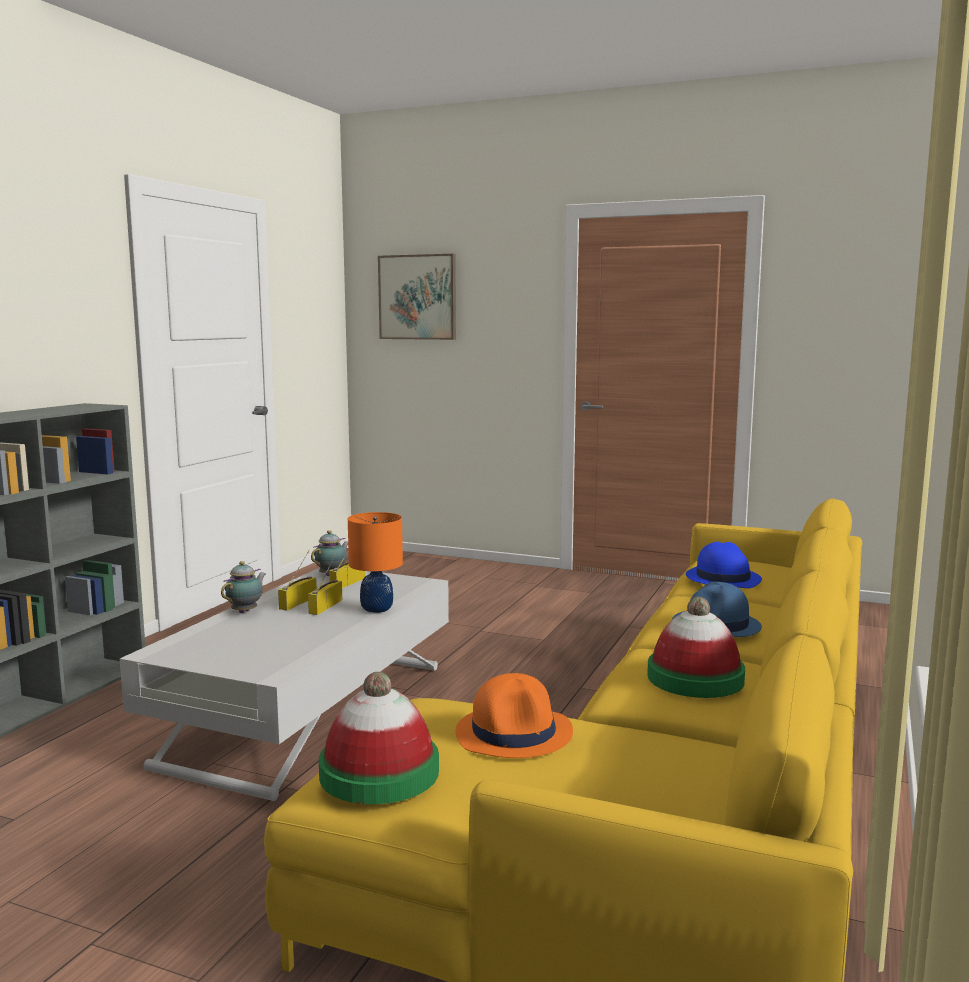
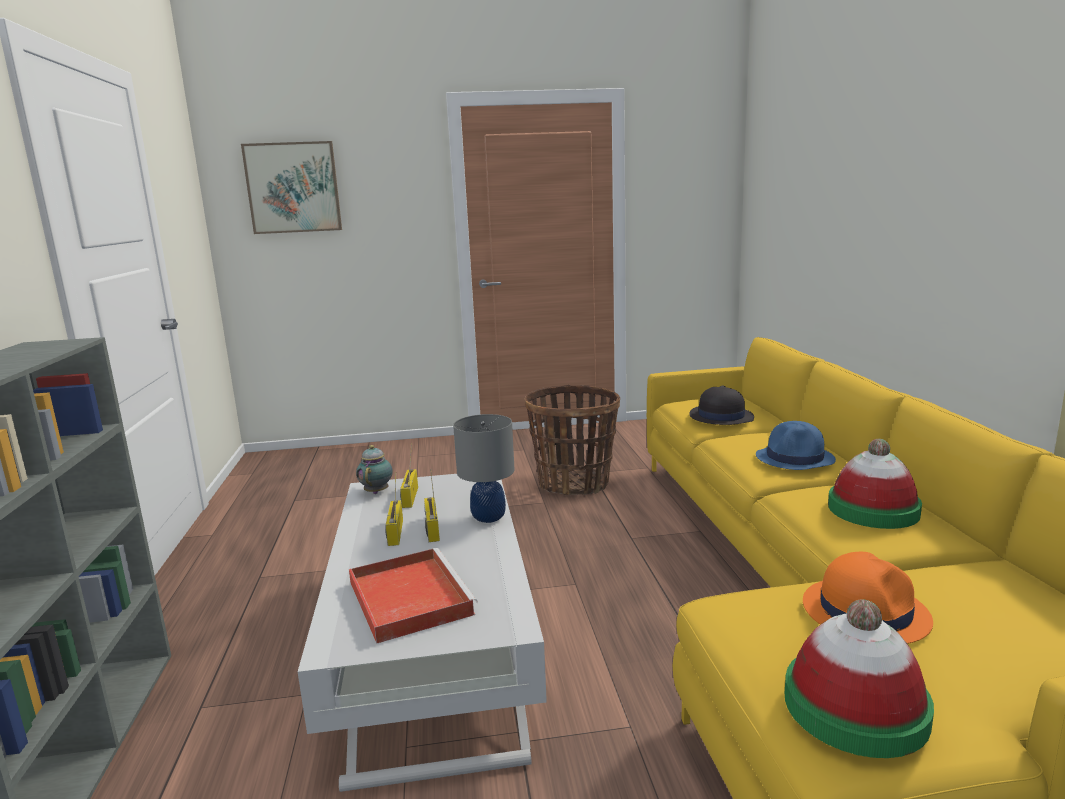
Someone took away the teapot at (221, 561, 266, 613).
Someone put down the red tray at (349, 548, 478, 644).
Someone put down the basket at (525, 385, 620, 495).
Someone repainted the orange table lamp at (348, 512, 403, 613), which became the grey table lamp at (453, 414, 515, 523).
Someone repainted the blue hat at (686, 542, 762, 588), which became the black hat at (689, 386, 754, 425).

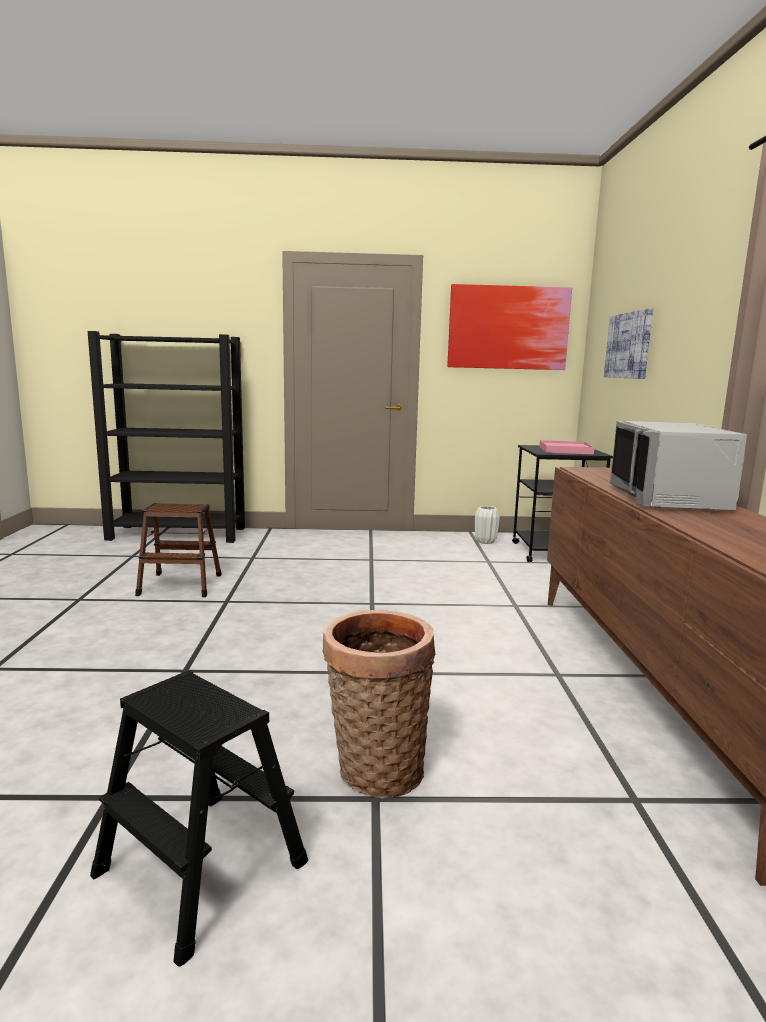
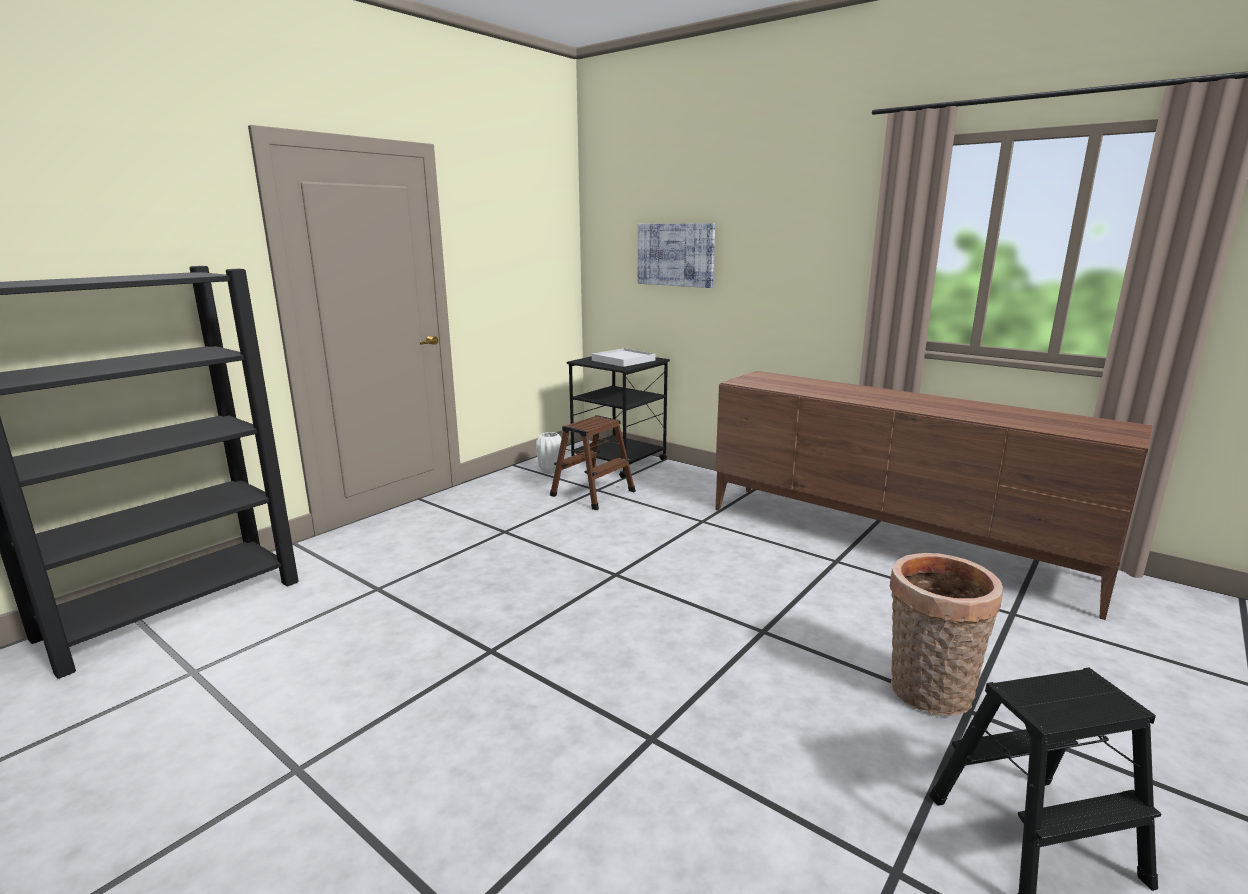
Someone took away the picture at (447, 284, 572, 370).
Someone took away the grey microwave at (610, 421, 747, 510).
Someone carried the brown step ladder from (135, 503, 222, 597) to (550, 415, 636, 510).
Someone repainted the pink tray at (539, 440, 595, 454), which became the white tray at (592, 348, 656, 367).

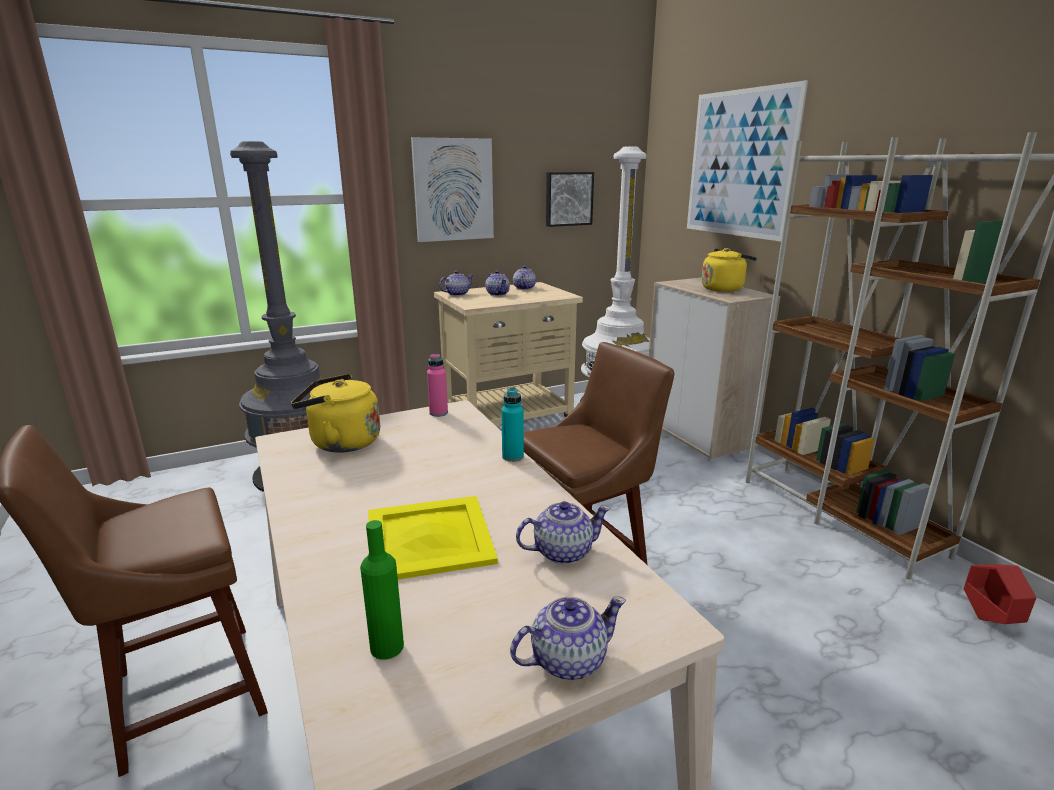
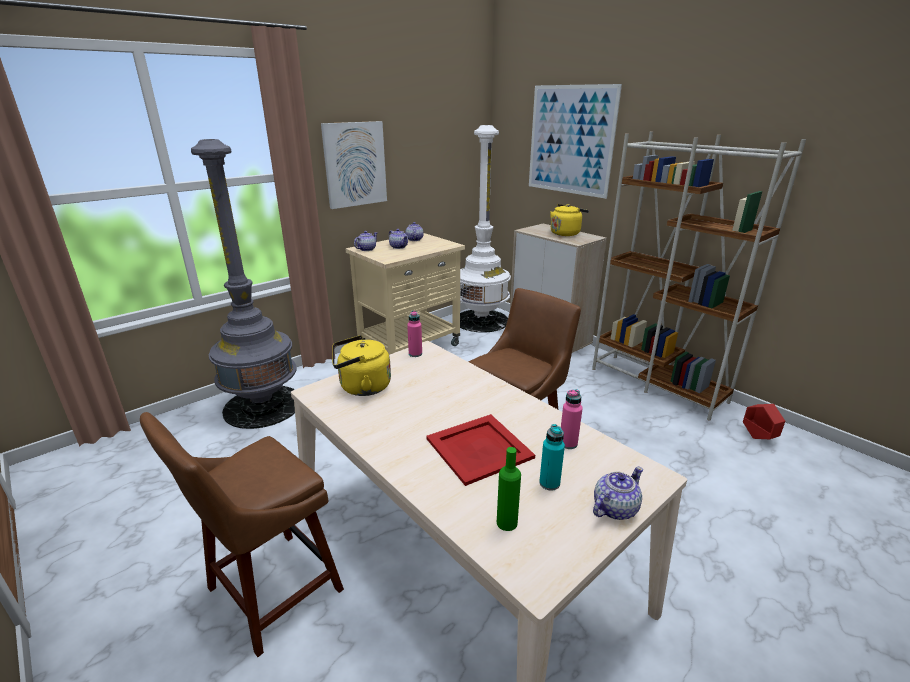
Someone took away the picture at (546, 172, 594, 227).
Someone carried the turquoise bottle from (501, 388, 524, 462) to (539, 424, 565, 491).
Someone swapped the teapot at (516, 501, 611, 564) for the pink bottle at (561, 389, 583, 449).
Someone repainted the yellow tray at (368, 496, 498, 579), which became the red tray at (426, 414, 535, 486).

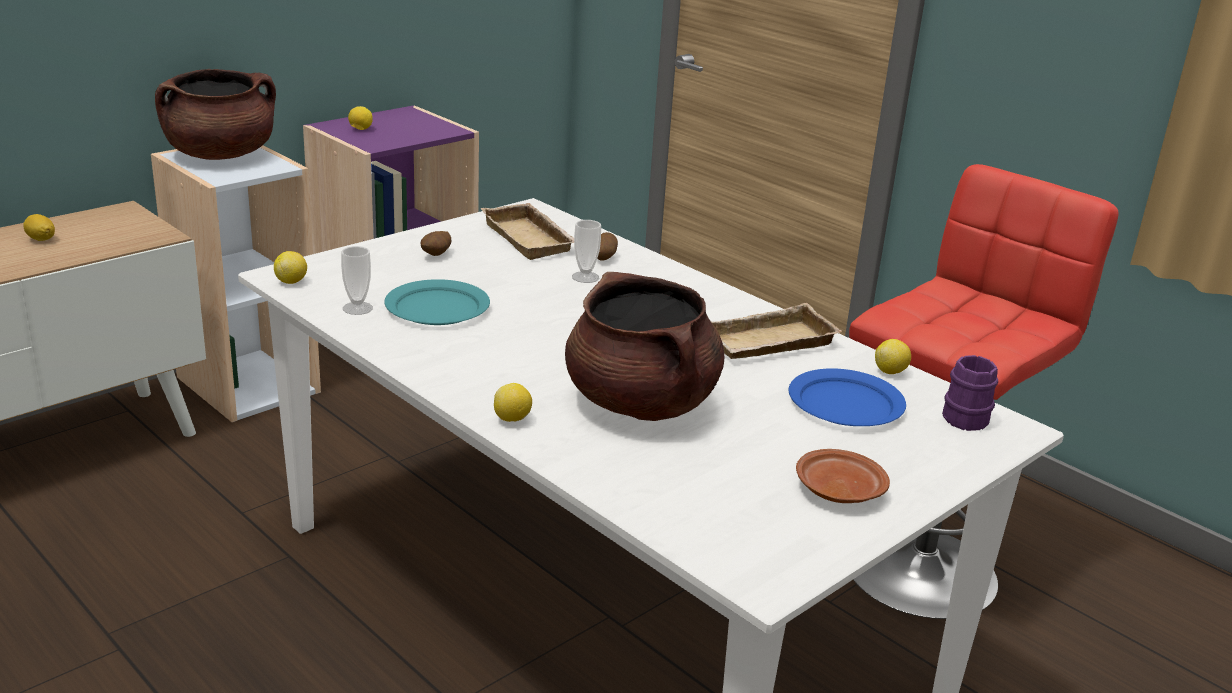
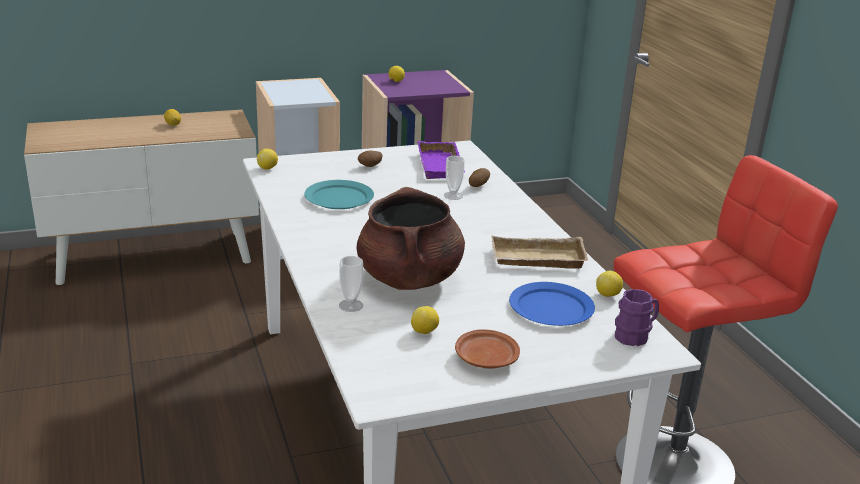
Someone took away the brown cooking pot at (155, 69, 276, 160).
Someone carried the cup from (341, 246, 373, 315) to (339, 256, 363, 312).
Someone carried the lemon from (494, 383, 532, 422) to (411, 306, 439, 334).
Someone repainted the beige tray at (480, 203, 574, 260), which became the purple tray at (418, 141, 465, 179).

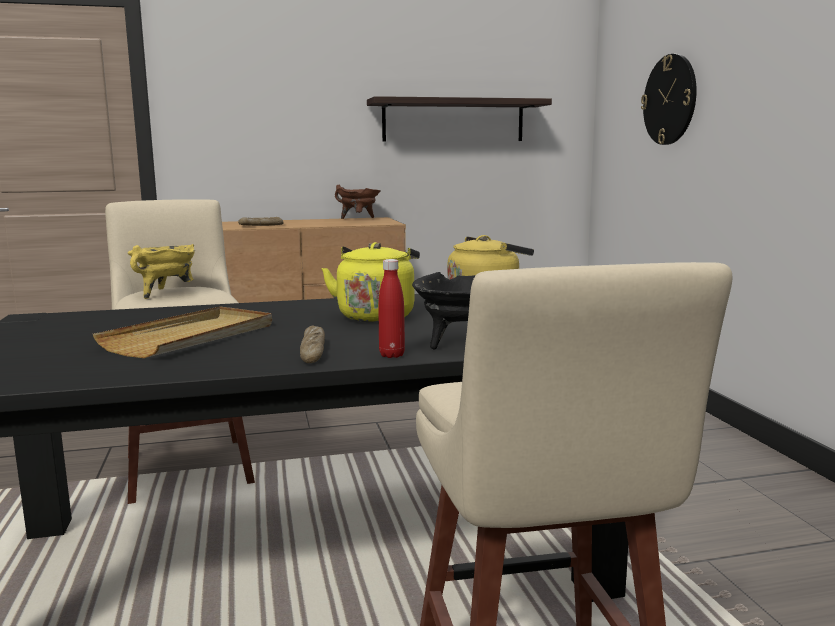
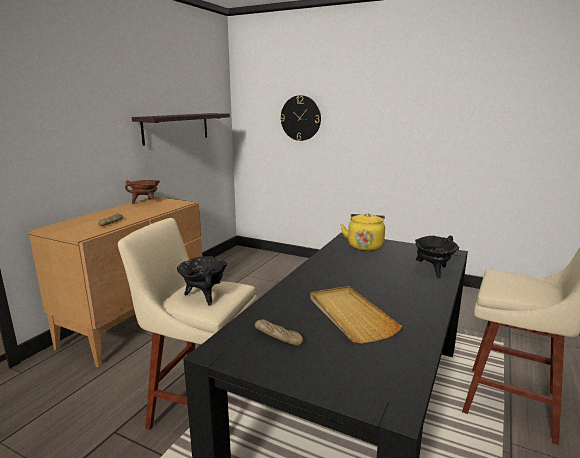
Someone took away the yellow kettle at (322, 242, 420, 322).
Someone took away the red bottle at (378, 259, 405, 358).
Someone carried the bread from (300, 325, 325, 363) to (255, 319, 303, 346).
Someone repainted the yellow cooking pot at (128, 244, 195, 299), which became the black cooking pot at (177, 256, 228, 306).

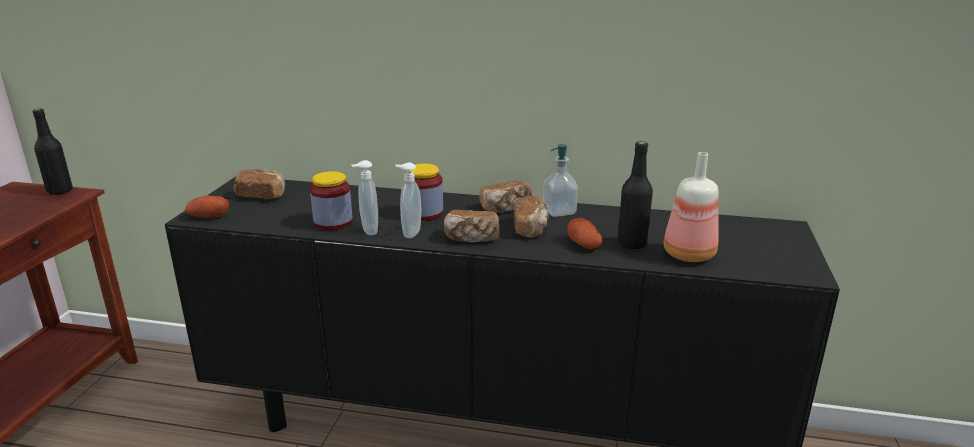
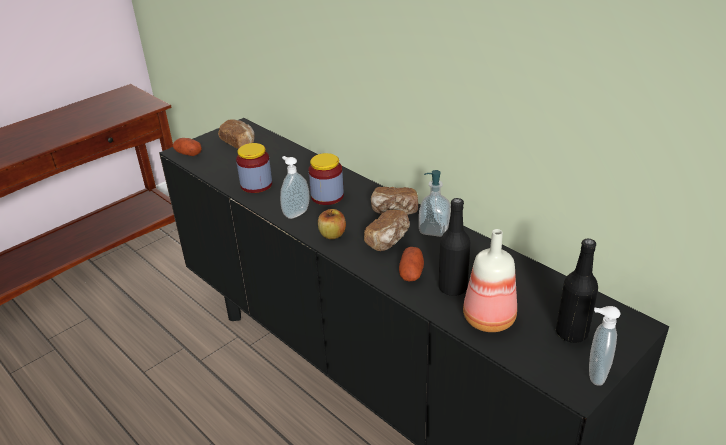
Someone carried the black bottle from (32, 108, 73, 195) to (556, 239, 598, 343).
Someone carried the soap dispenser from (352, 160, 378, 235) to (589, 306, 621, 386).
Someone swapped the bread at (444, 210, 499, 242) for the apple at (318, 209, 346, 239).

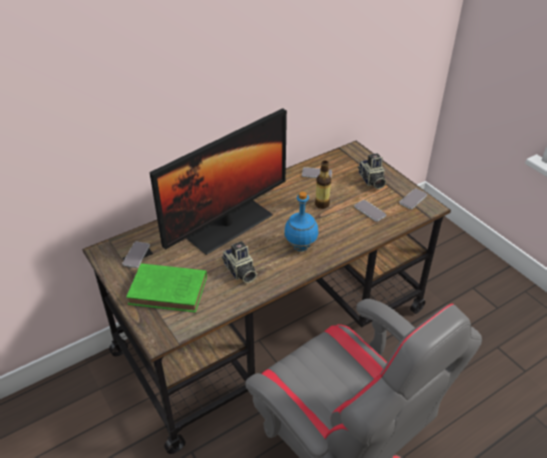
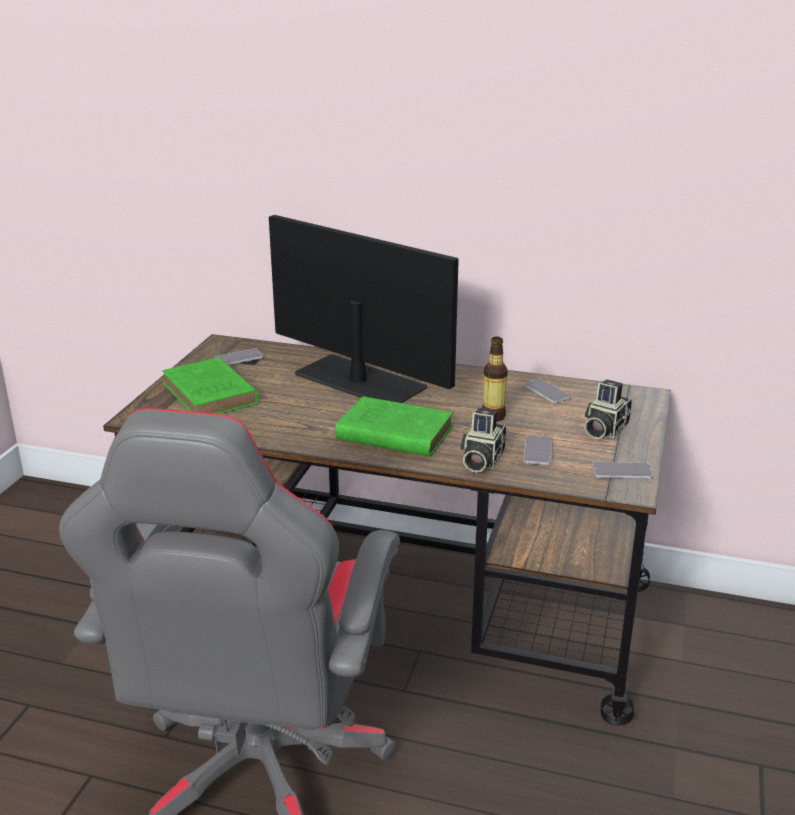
Someone carried the photo camera from (222, 241, 257, 283) to (461, 408, 506, 473).
Someone swapped the blue bottle at (284, 191, 319, 251) for the green book at (335, 396, 453, 457).
Someone rotated the monitor at (150, 108, 287, 255) by 150 degrees counterclockwise.

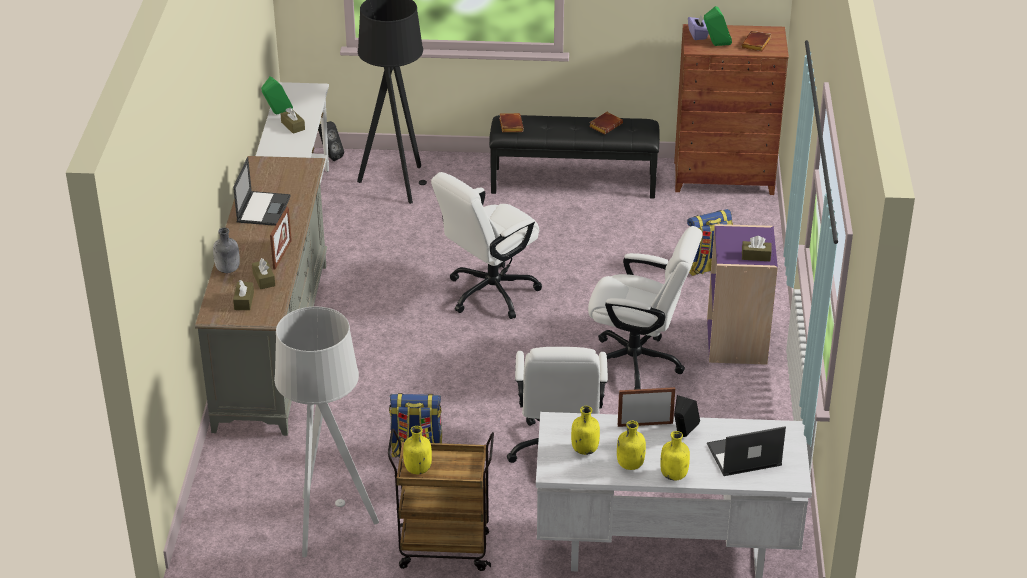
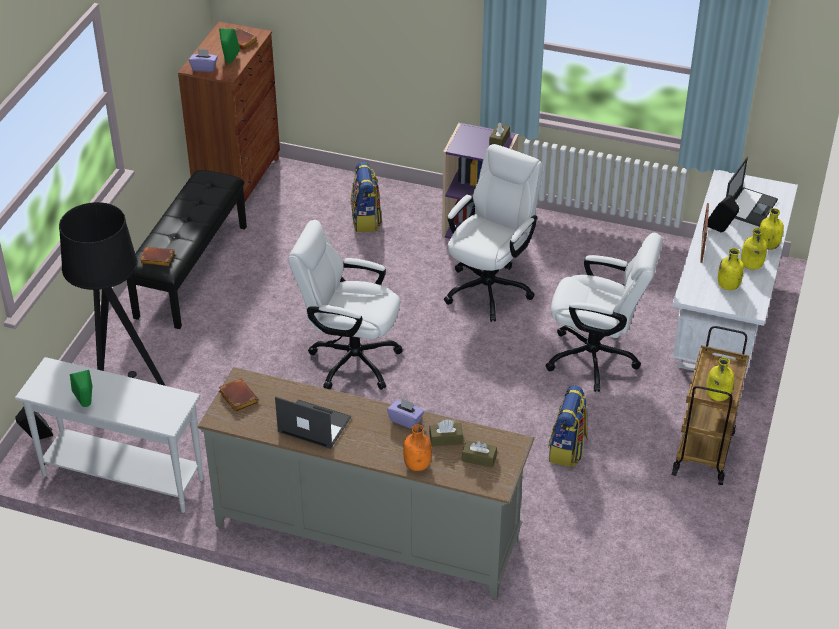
Someone took away the grey floor lamp at (274, 307, 379, 558).
Someone took away the brown tissue box at (280, 108, 305, 134).
Someone carried the brown book from (589, 112, 623, 134) to (219, 378, 259, 412).
Someone swapped the picture frame at (270, 207, 292, 269) for the purple tissue box at (387, 398, 424, 429).
Someone repainted the grey bottle at (213, 228, 240, 273), which became the orange bottle at (403, 425, 432, 471).
Someone rotated the white office chair at (431, 172, 542, 319) by 135 degrees clockwise.
Someone rotated the laptop at (707, 426, 786, 476) by 150 degrees counterclockwise.

